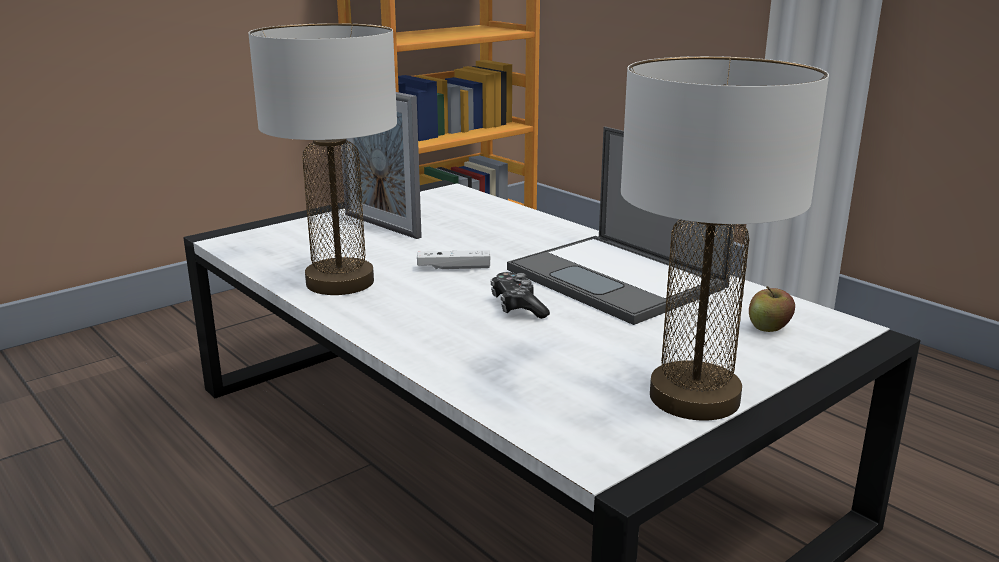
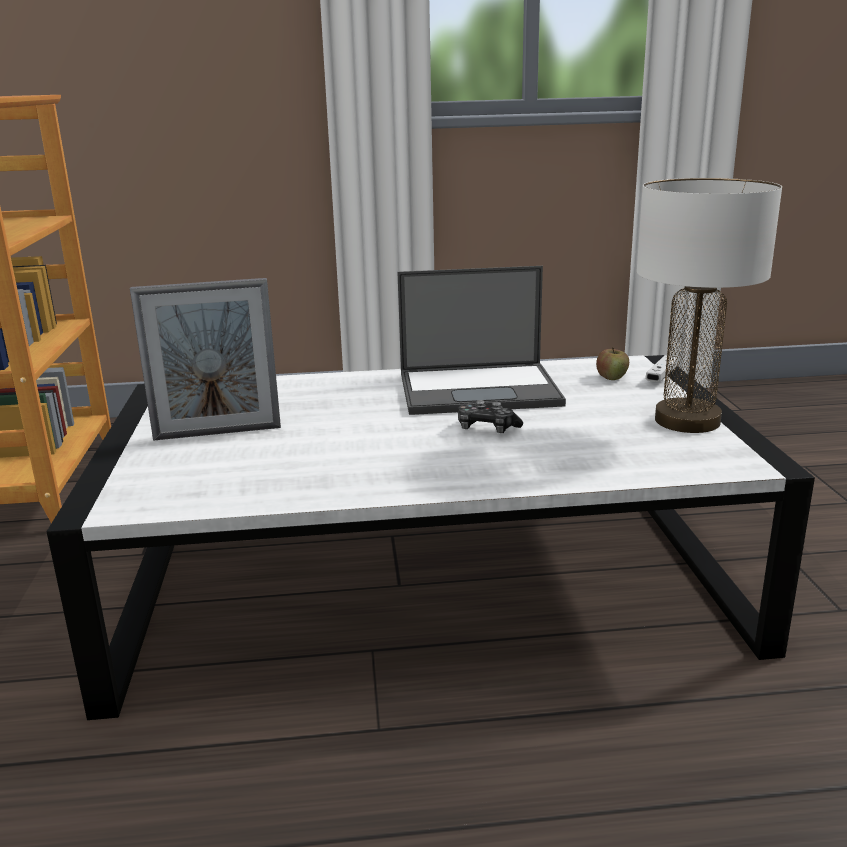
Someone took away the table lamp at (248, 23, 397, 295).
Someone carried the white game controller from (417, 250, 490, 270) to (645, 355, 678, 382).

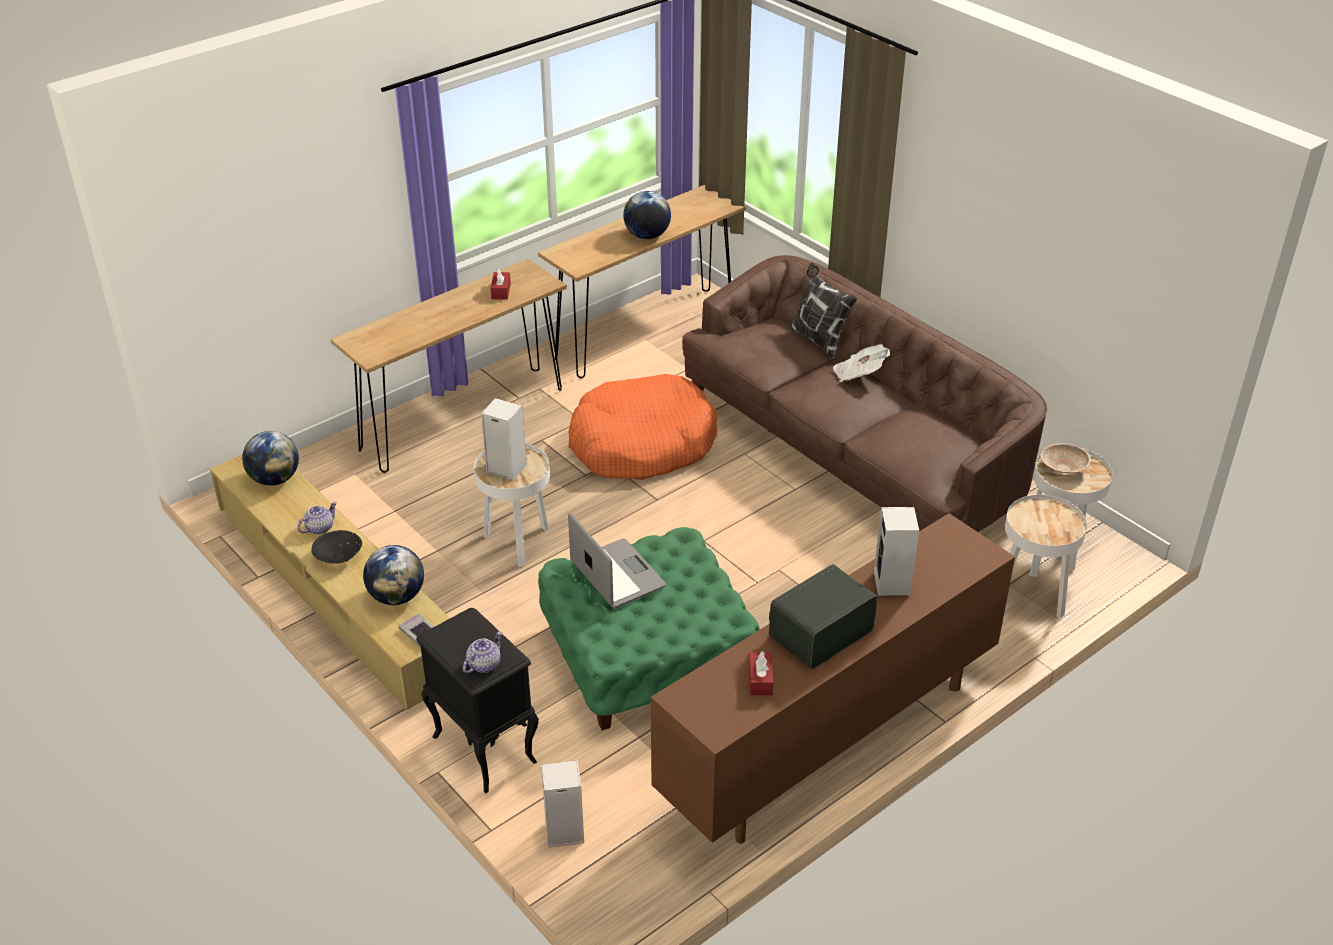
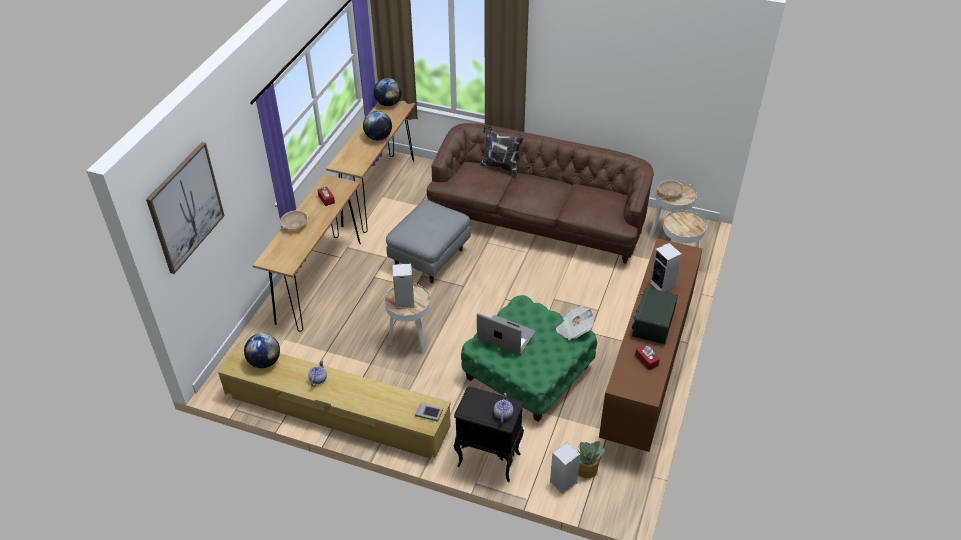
Someone took away the black bowl at (311, 530, 362, 564).
Someone put up the picture at (146, 142, 225, 274).
Someone put down the beige bowl at (280, 210, 308, 229).
Someone put down the potted plant at (578, 441, 605, 478).
Someone carried the globe from (363, 545, 424, 605) to (374, 78, 401, 106).
Someone carried the newspaper from (833, 344, 890, 382) to (556, 306, 594, 341).
Someone swapped the orange dog bed at (568, 374, 717, 480) for the grey ottoman at (386, 200, 471, 283).

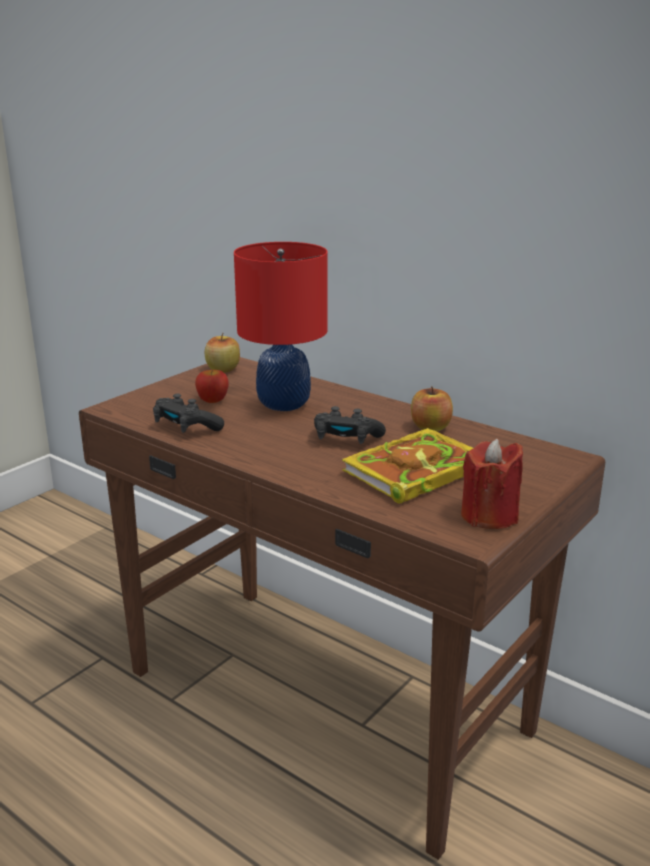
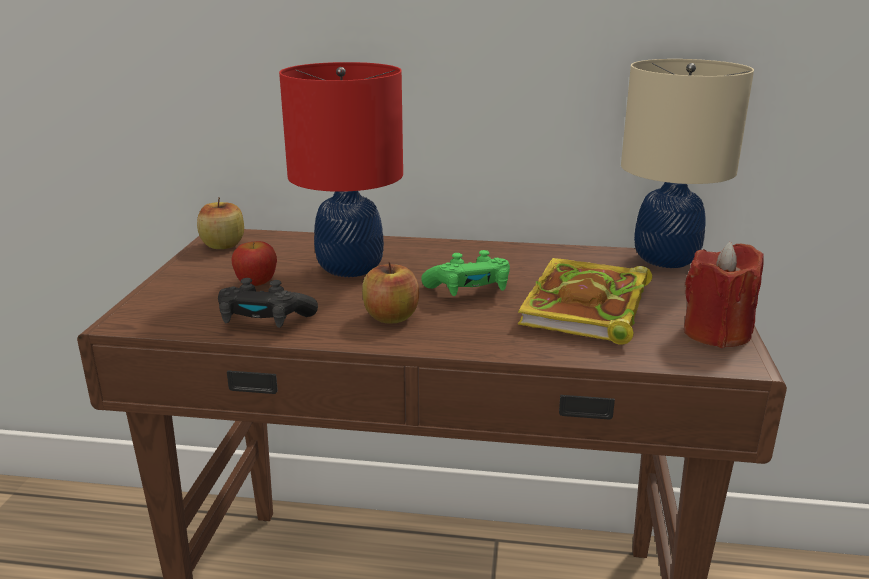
Someone put down the beige table lamp at (621, 59, 754, 268).
Someone carried the apple from (411, 386, 453, 432) to (362, 261, 419, 324).
Someone repainted the black game controller at (314, 406, 386, 444), which became the green game controller at (421, 250, 510, 296).

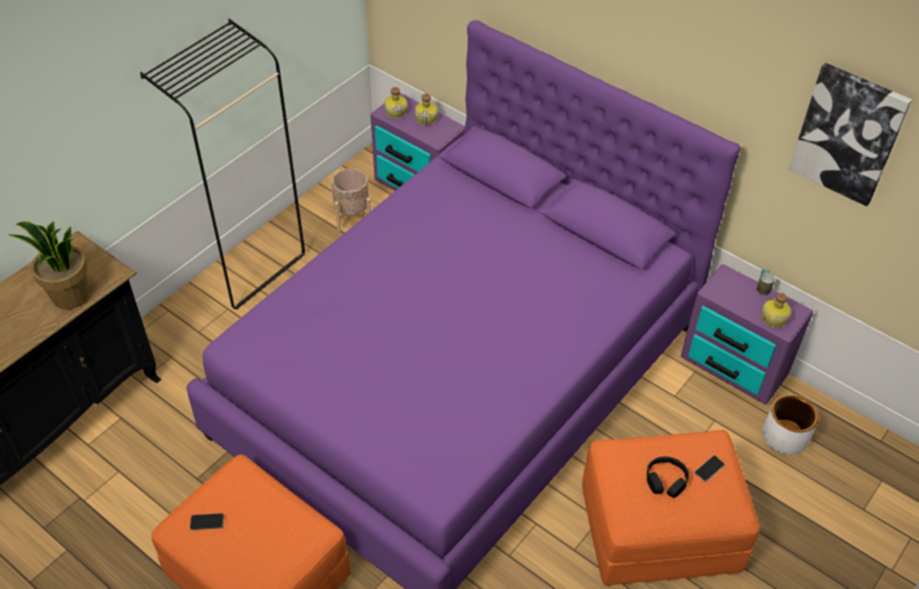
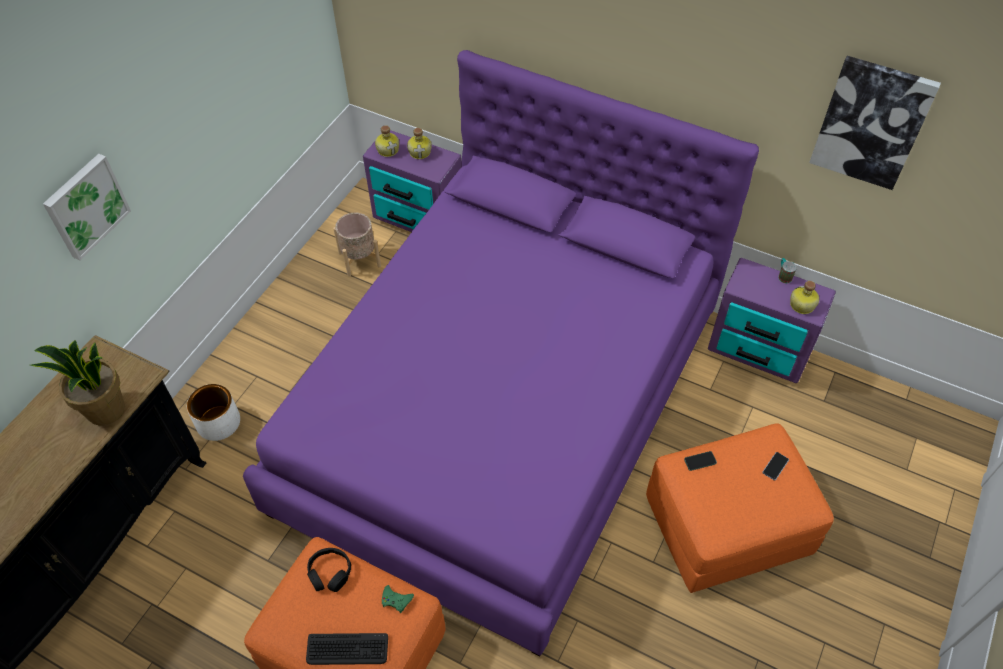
Someone took away the black clothes rack at (140, 18, 305, 309).
Someone put up the picture at (43, 154, 131, 260).
Someone put down the keyboard at (306, 633, 388, 665).
Someone put down the green game controller at (382, 585, 414, 613).
Someone carried the phone from (190, 513, 224, 530) to (684, 451, 717, 471).
Someone carried the black headphones from (647, 456, 689, 498) to (307, 548, 351, 592).
Someone carried the white planter from (762, 395, 818, 455) to (187, 384, 240, 441).

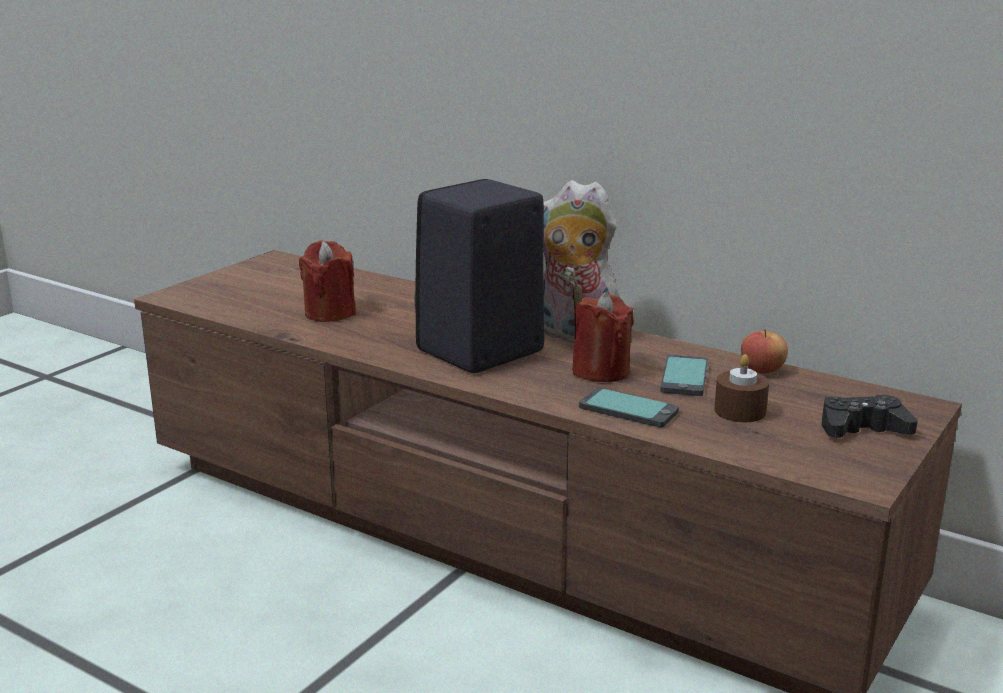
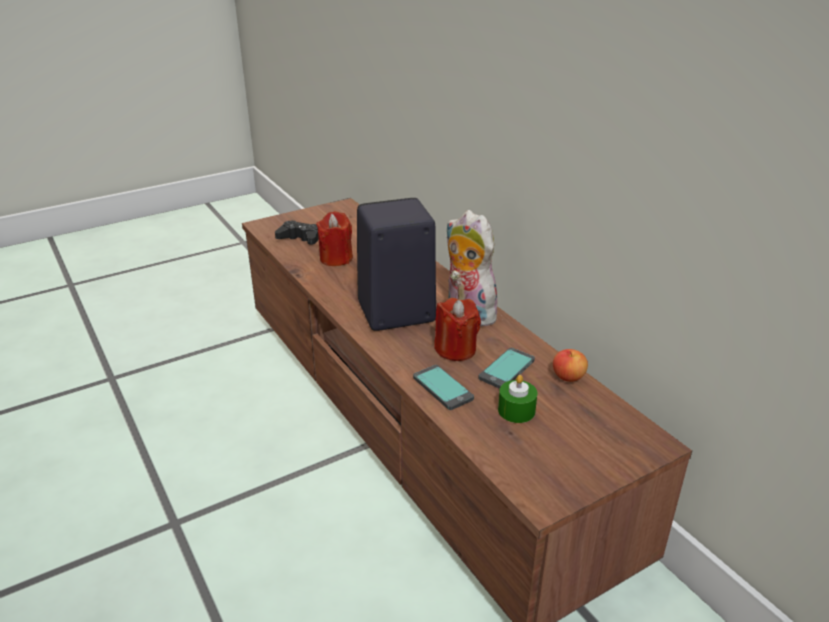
Someone carried the black game controller from (822, 395, 918, 438) to (275, 220, 319, 245).
Someone repainted the brown candle at (714, 354, 769, 422), which became the green candle at (498, 375, 537, 423).

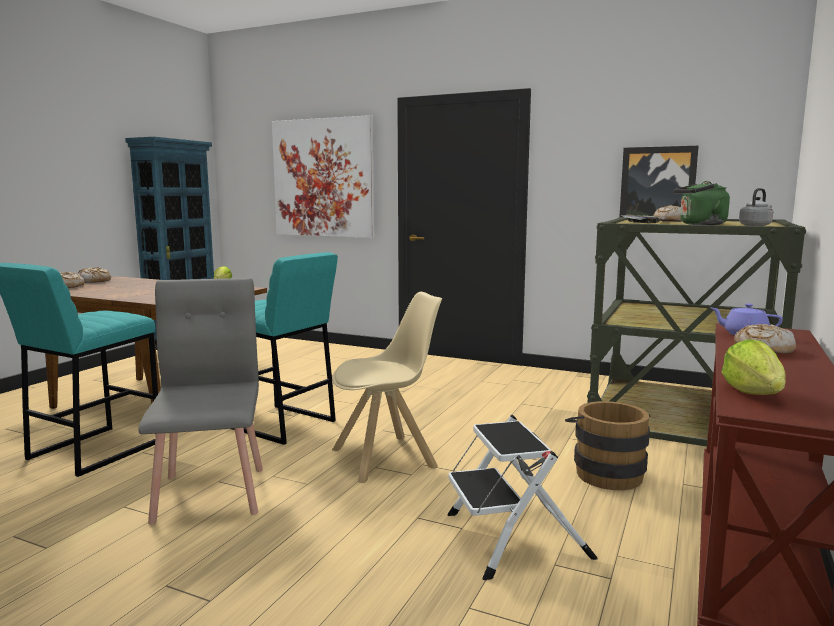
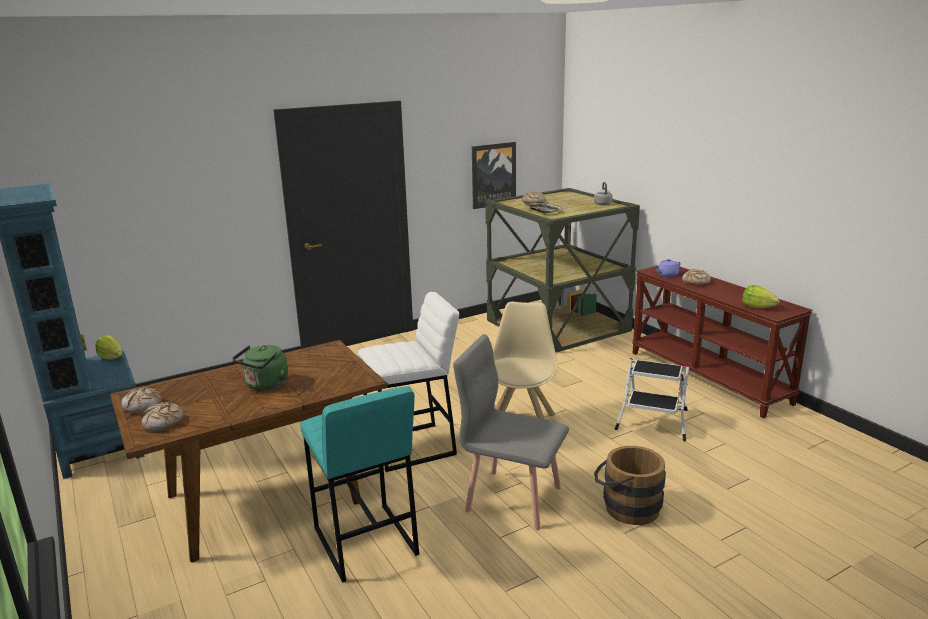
Someone took away the picture at (272, 115, 375, 238).
Someone carried the brown bucket from (565, 401, 650, 490) to (594, 446, 666, 525).
Someone carried the green kettle from (674, 181, 730, 225) to (232, 345, 288, 391).
Someone repainted the turquoise stool at (232, 252, 338, 445), which became the white stool at (358, 292, 459, 472).

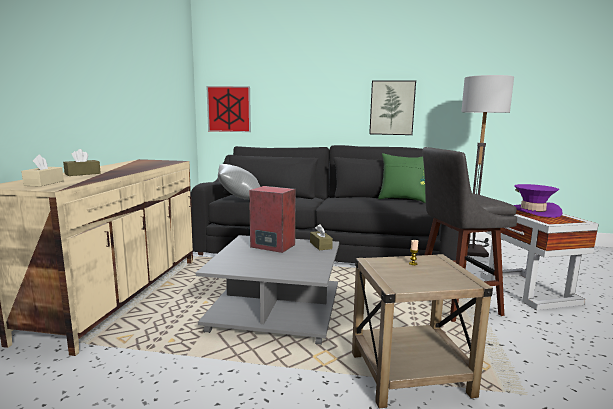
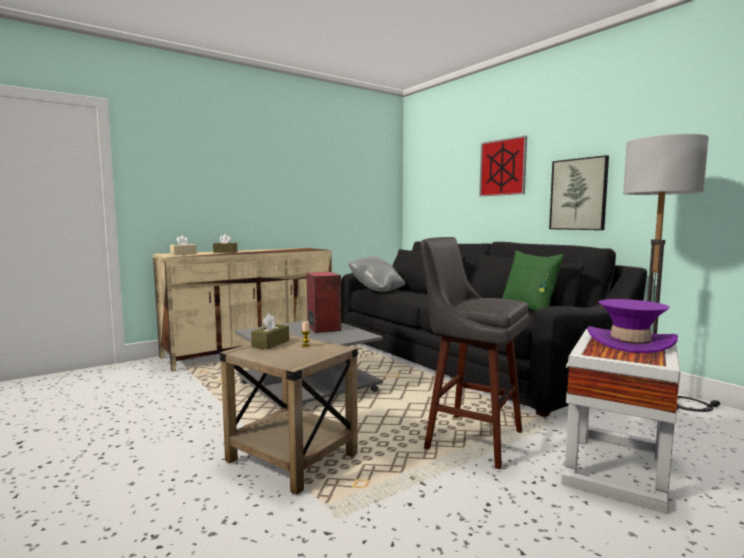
Someone carried the picture from (206, 86, 251, 132) to (479, 135, 527, 196).
Someone carried the brown tissue box from (310, 224, 333, 250) to (251, 313, 289, 349).

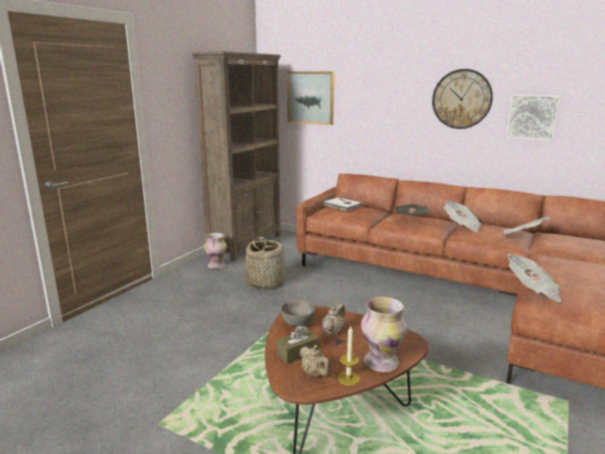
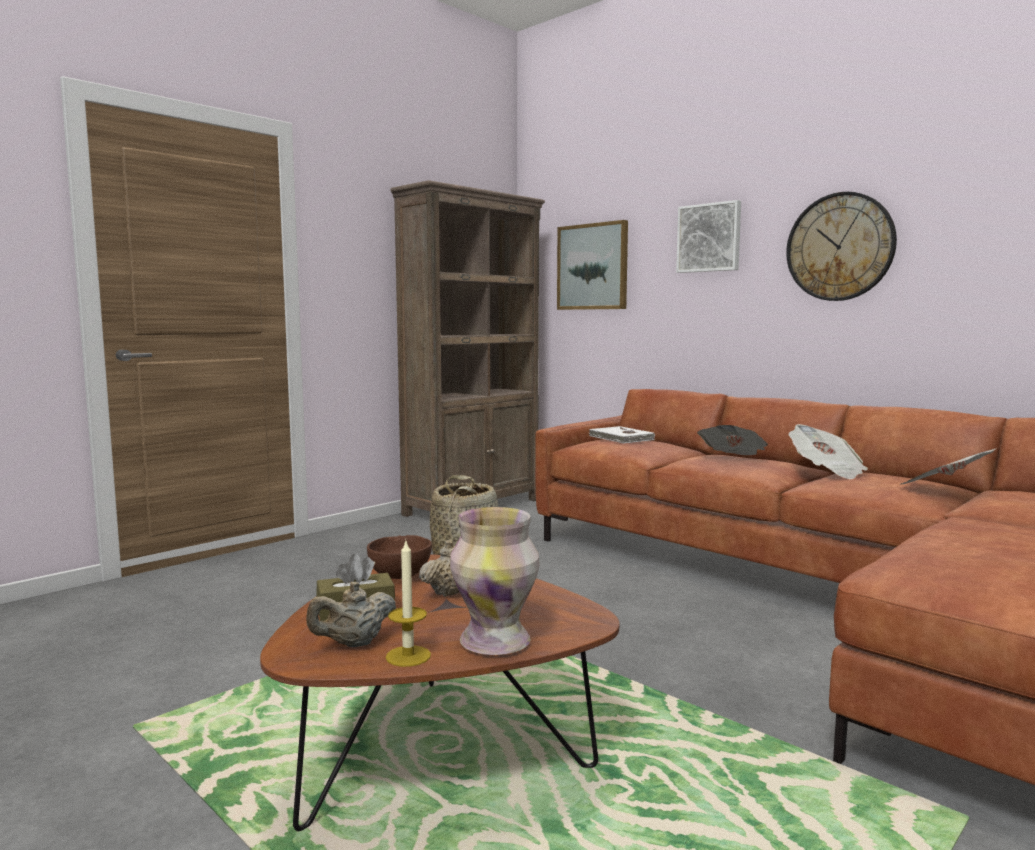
Someone took away the vase at (204, 233, 227, 269).
Someone took away the newspaper at (507, 254, 561, 302).
Someone carried the picture from (506, 94, 560, 141) to (676, 200, 741, 273).
Someone repainted the grey bowl at (281, 300, 315, 327), which became the brown bowl at (367, 535, 432, 579).
Someone rotated the beige teapot at (299, 345, 331, 377) by 75 degrees clockwise.

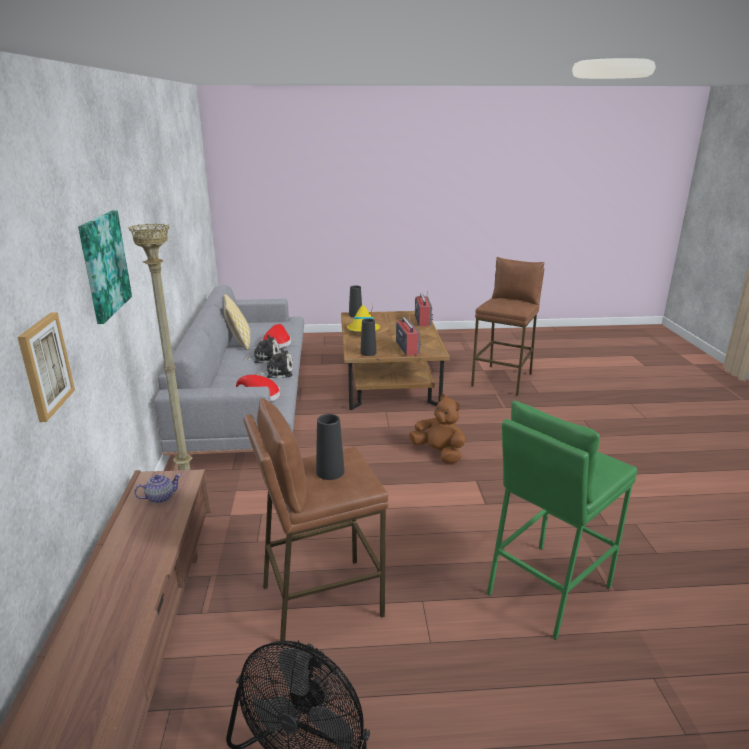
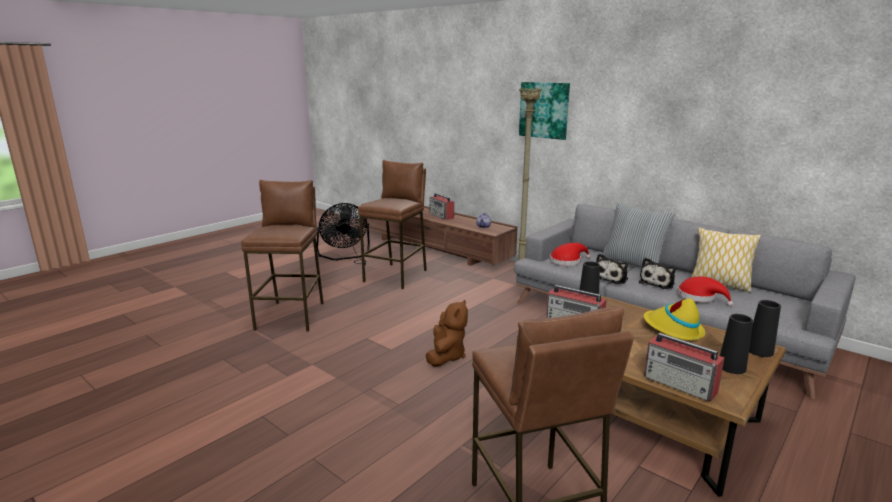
Someone took away the picture at (18, 312, 75, 422).
Someone put down the radio at (429, 193, 454, 220).
Someone put down the pillow at (602, 202, 676, 268).
Someone carried the black vase from (316, 414, 345, 480) to (720, 314, 753, 374).
Someone repainted the green stool at (487, 401, 637, 640), which became the brown stool at (241, 180, 323, 331).
Someone rotated the brown plush toy at (409, 394, 465, 463) by 75 degrees counterclockwise.

